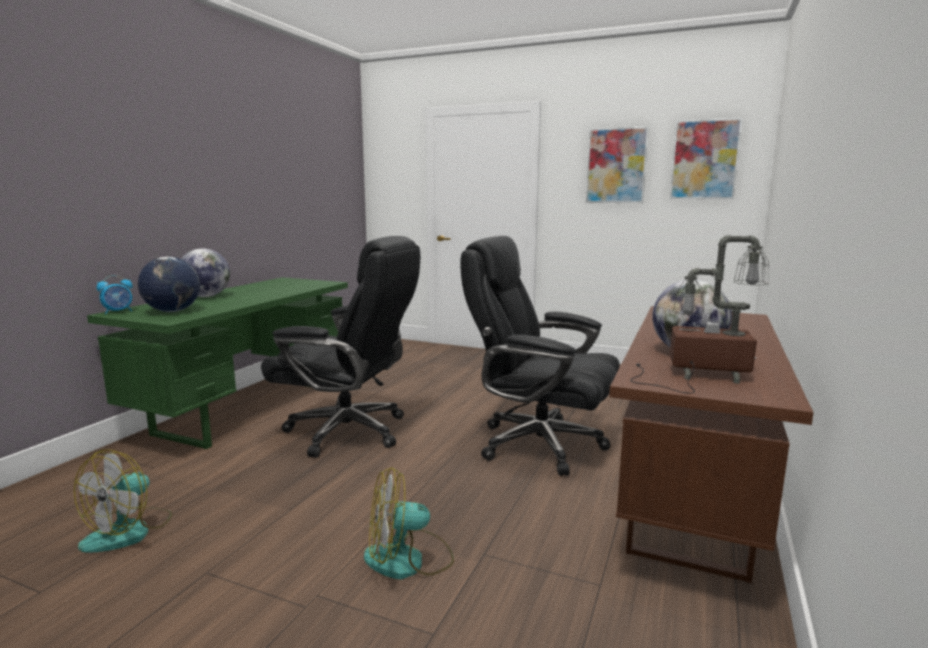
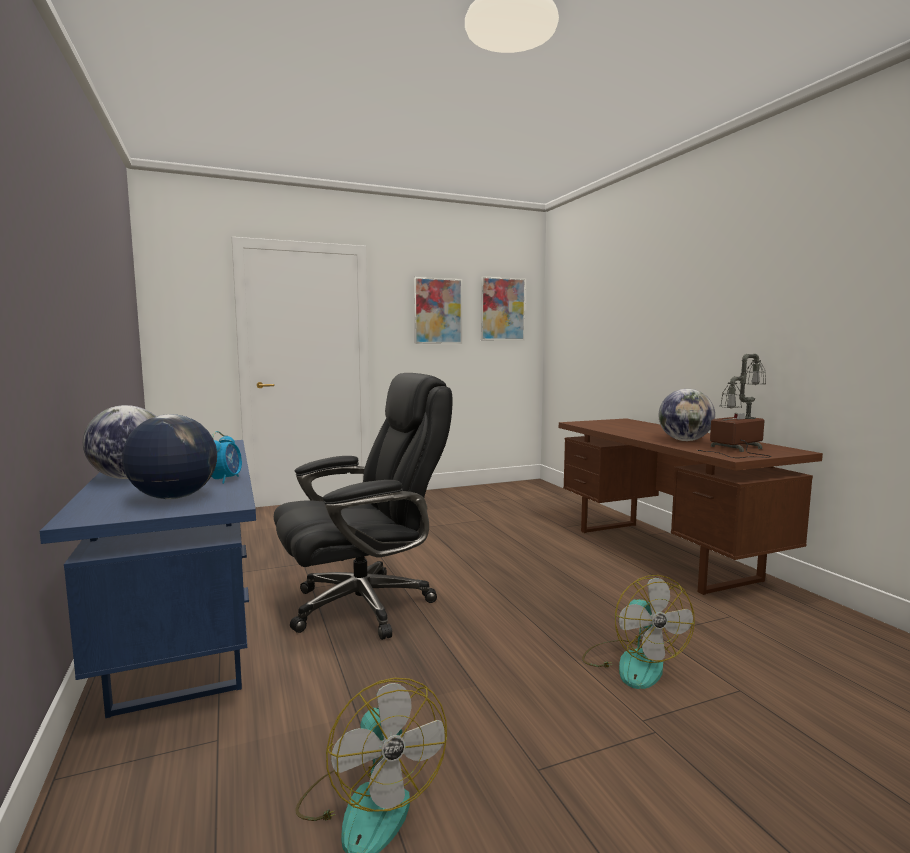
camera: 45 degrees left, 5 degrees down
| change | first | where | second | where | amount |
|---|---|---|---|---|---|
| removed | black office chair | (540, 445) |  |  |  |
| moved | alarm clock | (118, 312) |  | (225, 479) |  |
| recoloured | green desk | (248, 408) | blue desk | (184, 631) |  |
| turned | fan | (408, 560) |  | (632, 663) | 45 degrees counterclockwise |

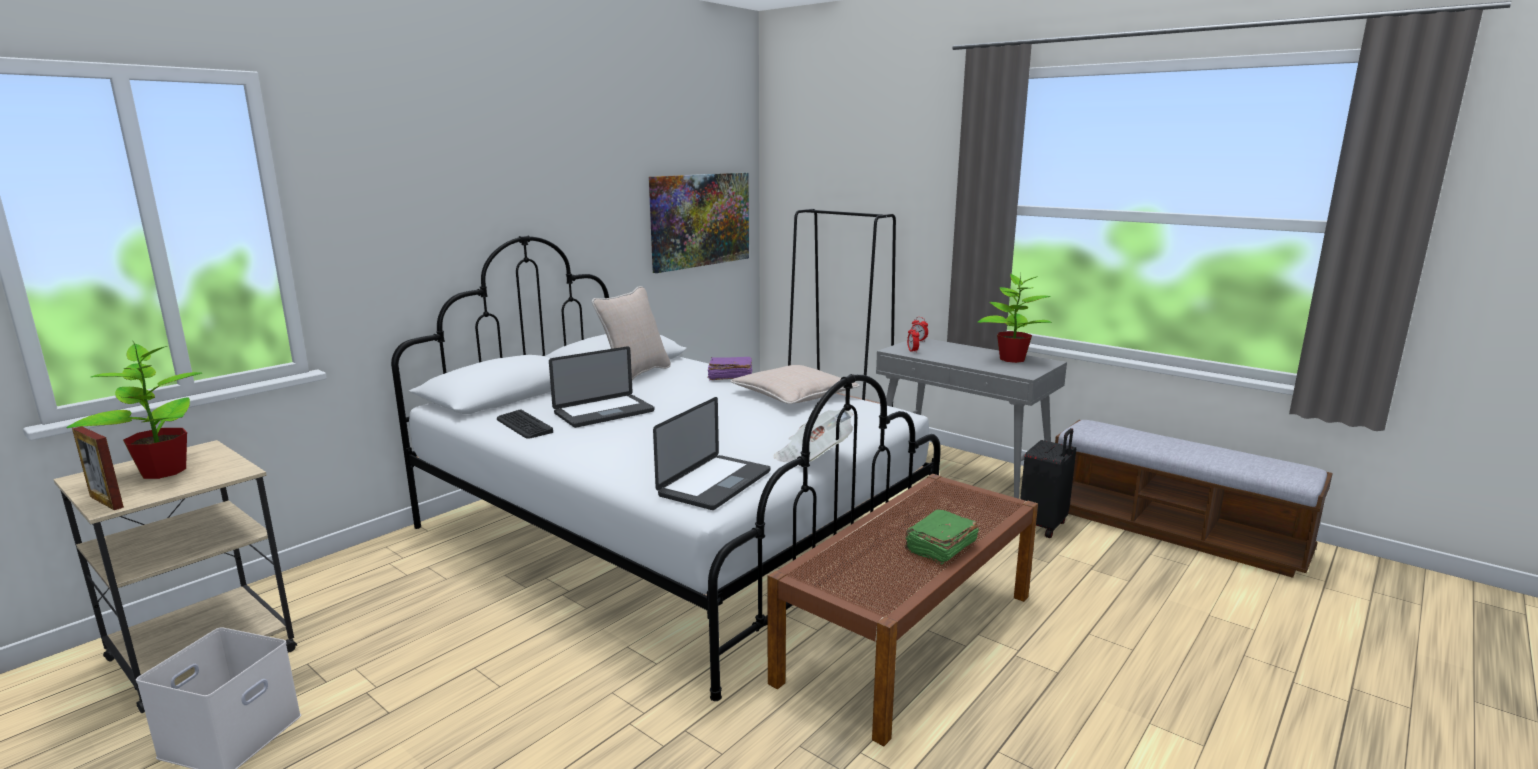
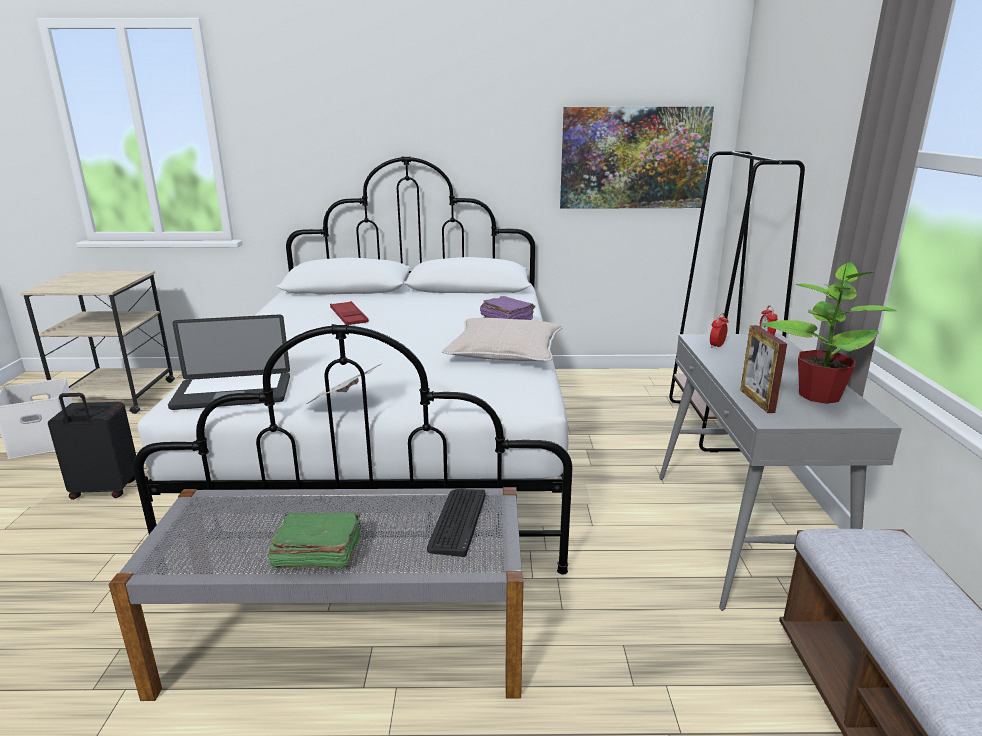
camera: 50 degrees right, 5 degrees up
| change | first | where | second | where | amount |
|---|---|---|---|---|---|
| removed | potted plant | (162, 471) |  |  |  |
| removed | beige pillow | (635, 375) |  |  |  |
| moved | picture frame | (106, 502) |  | (757, 401) |  |
| moved | keyboard | (523, 425) |  | (457, 521) |  |
| moved | black suitcase | (1044, 526) |  | (104, 490) |  |
| replaced | laptop | (604, 412) | red tray | (349, 317) |  |
| recoloured | brown bench | (908, 636) | grey bench | (347, 637) |  |

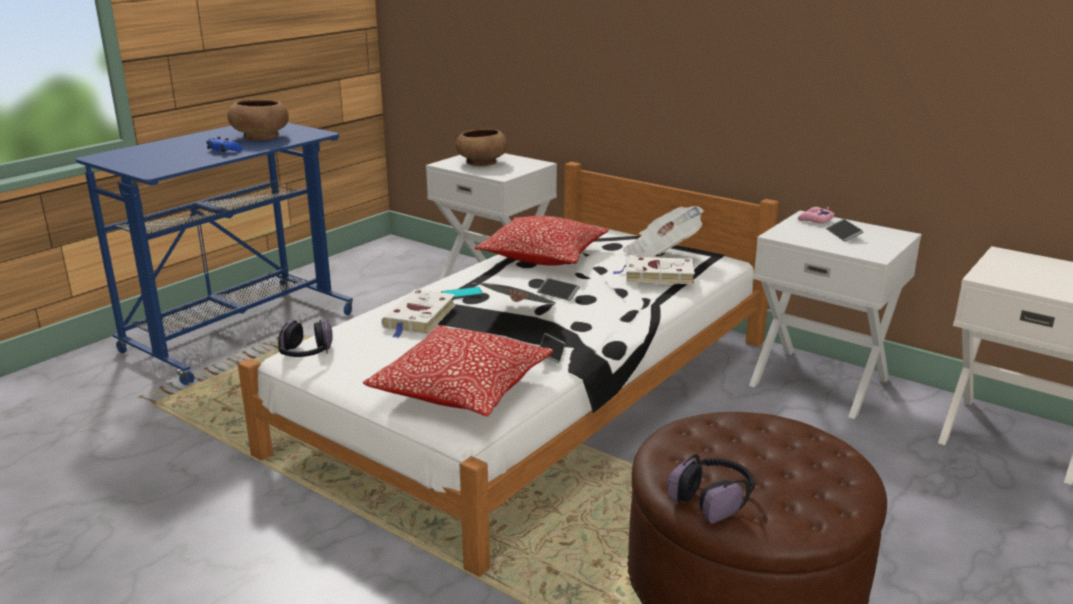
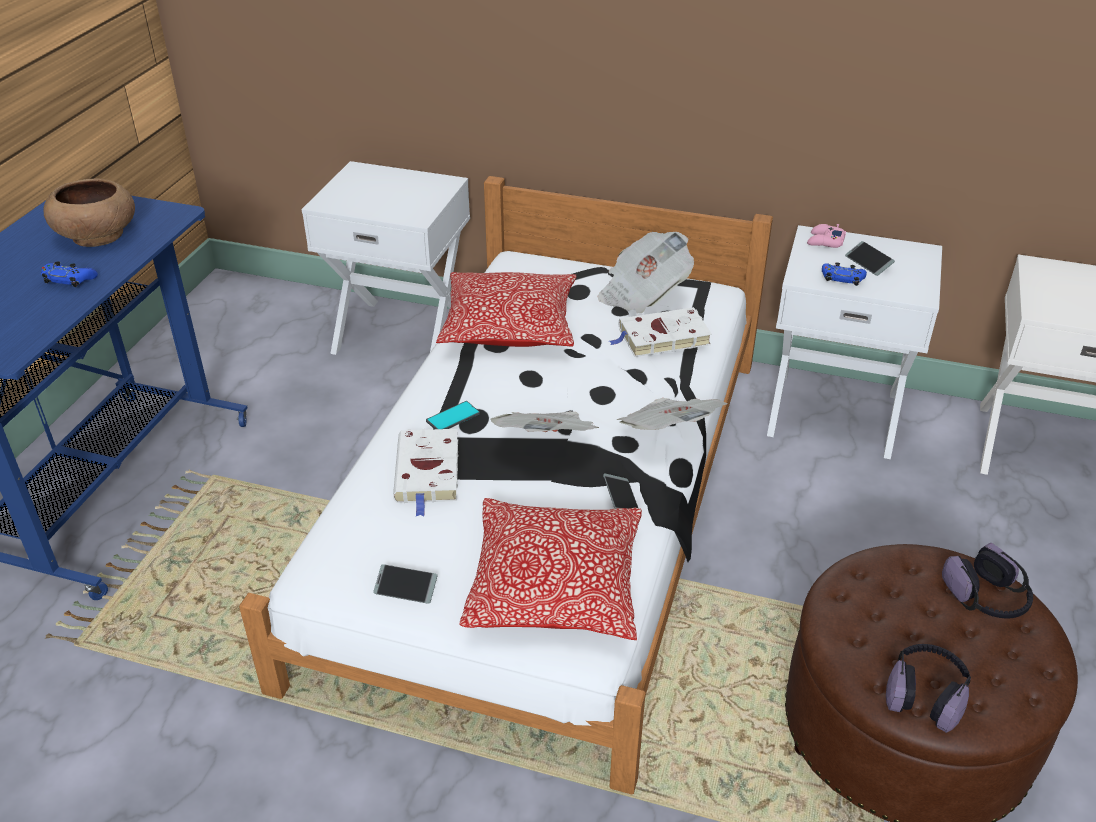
camera: 20 degrees left, 15 degrees up
| change | first | where | second | where | amount |
|---|---|---|---|---|---|
| removed | brown bowl | (481, 163) |  |  |  |
| added |  |  | newspaper | (668, 434) |  |
| added |  |  | blue game controller | (842, 279) |  |
| moved | headphones | (305, 354) |  | (986, 598) |  |
| moved | phone | (558, 293) |  | (406, 588) |  |

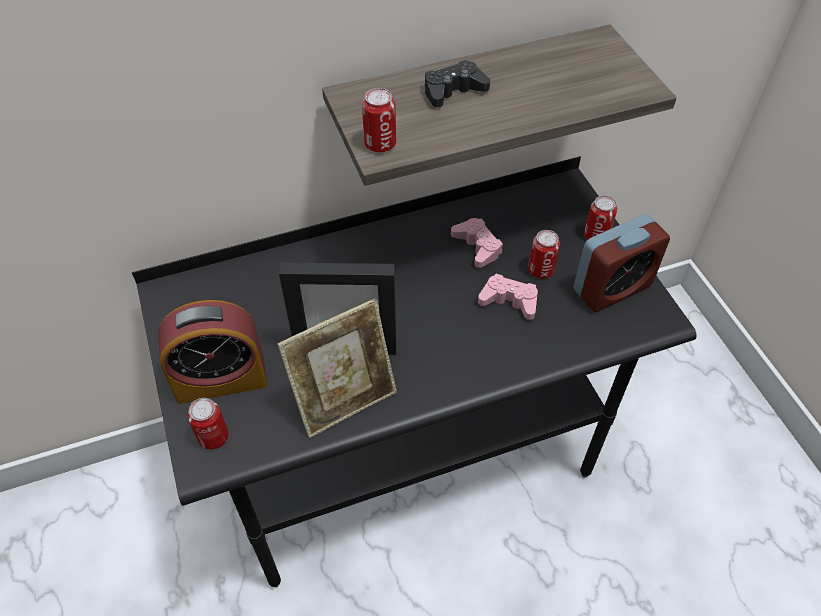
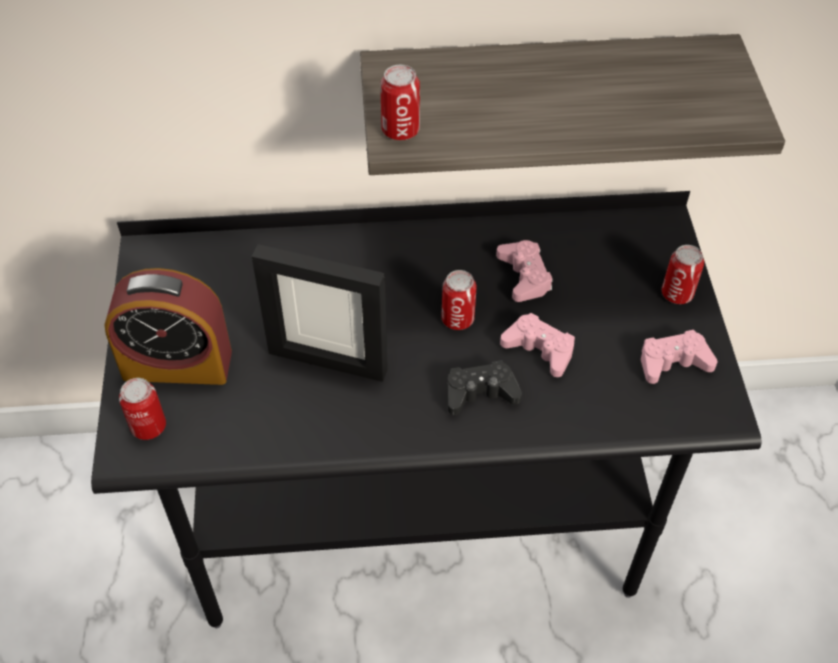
camera: 15 degrees right, 0 degrees up
| change | first | where | second | where | amount |
|---|---|---|---|---|---|
| removed | picture frame | (345, 400) |  |  |  |
| moved | black game controller | (453, 91) |  | (480, 393) |  |
| moved | can | (540, 270) |  | (457, 319) |  |
| replaced | alarm clock | (612, 288) | pink game controller | (673, 362) |  |

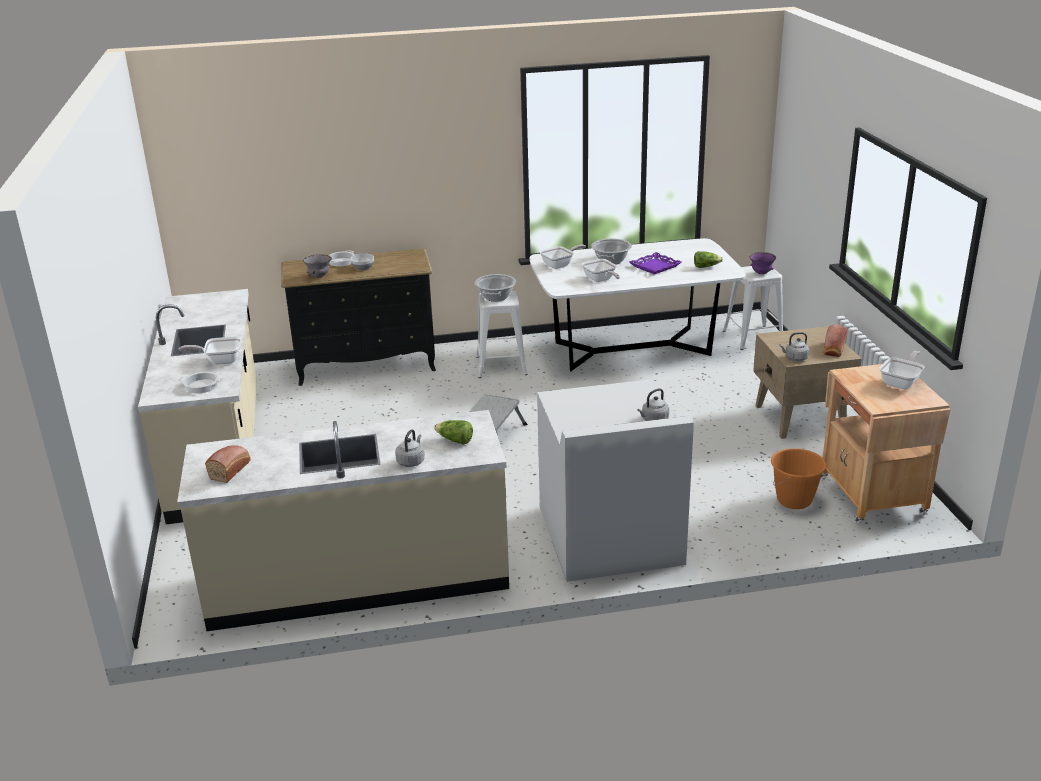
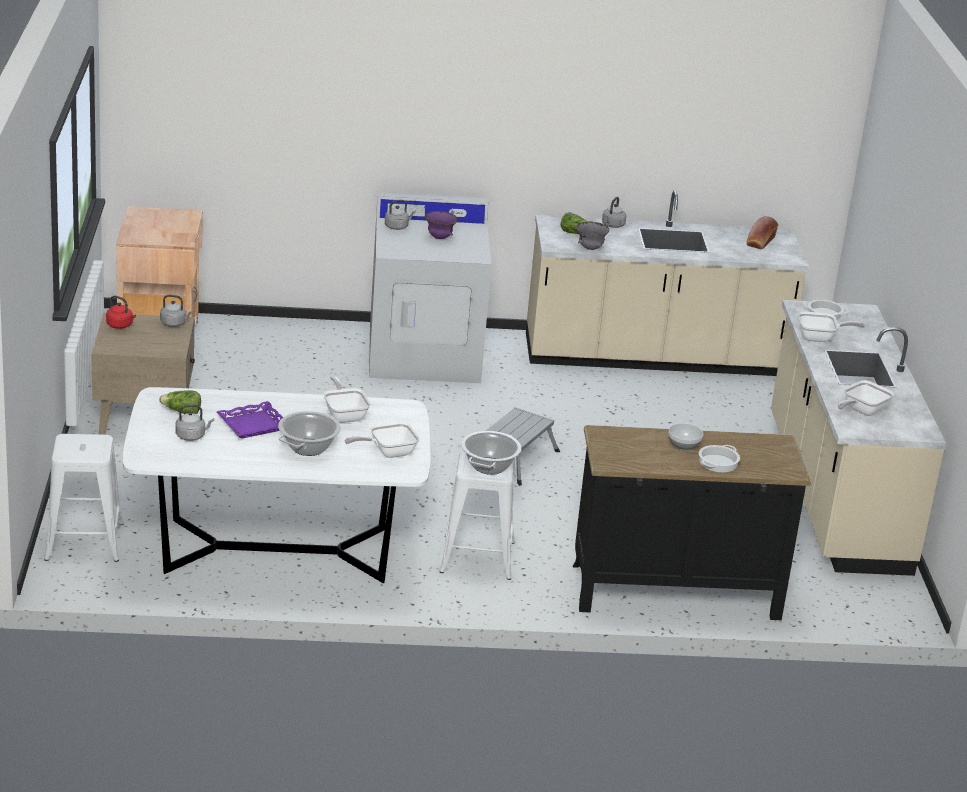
camera: 175 degrees left, 0 degrees up
| change | first | where | second | where | amount |
|---|---|---|---|---|---|
| removed | orange bucket | (794, 500) |  |  |  |
| added |  |  | grey kettle | (192, 436) |  |
| moved | grey bowl | (319, 276) |  | (590, 248) |  |
| moved | purple bowl | (761, 273) |  | (439, 238) |  |
| moved | frying pan | (901, 382) |  | (862, 411) |  |
| replaced | bread | (833, 349) | red kettle | (120, 325) |  |

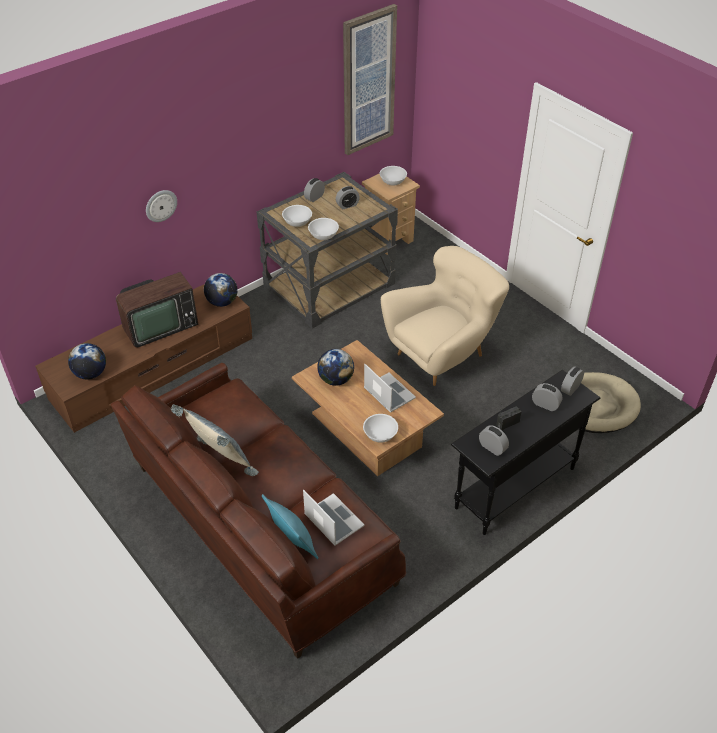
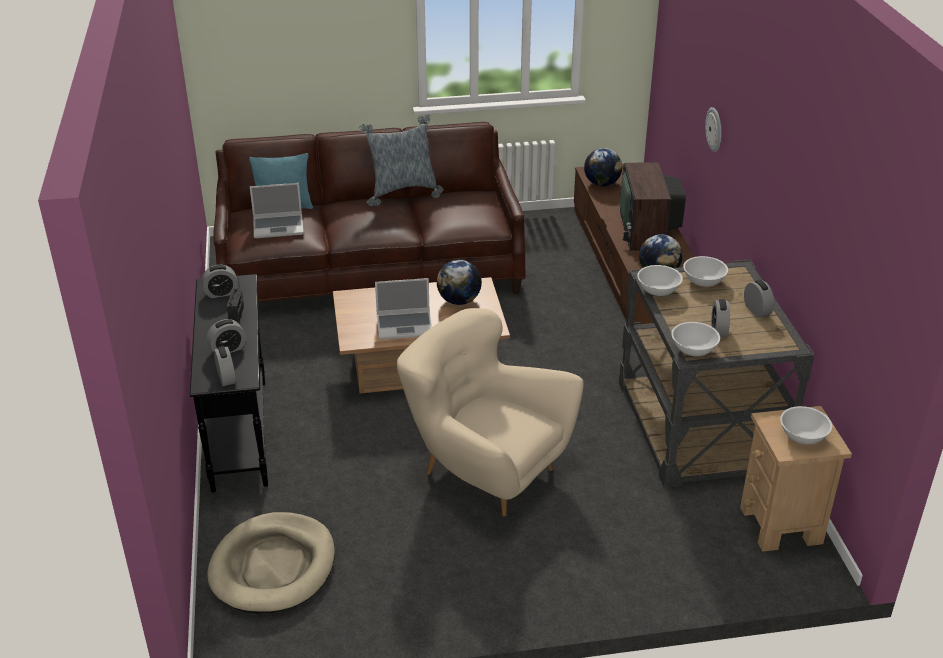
camera: 120 degrees right, 10 degrees down
| change | first | where | second | where | amount |
|---|---|---|---|---|---|
| removed | picture | (368, 81) |  |  |  |
| moved | white bowl | (380, 435) |  | (694, 349) |  |
| turned | beige armchair | (442, 354) |  | (486, 470) | 135 degrees clockwise |

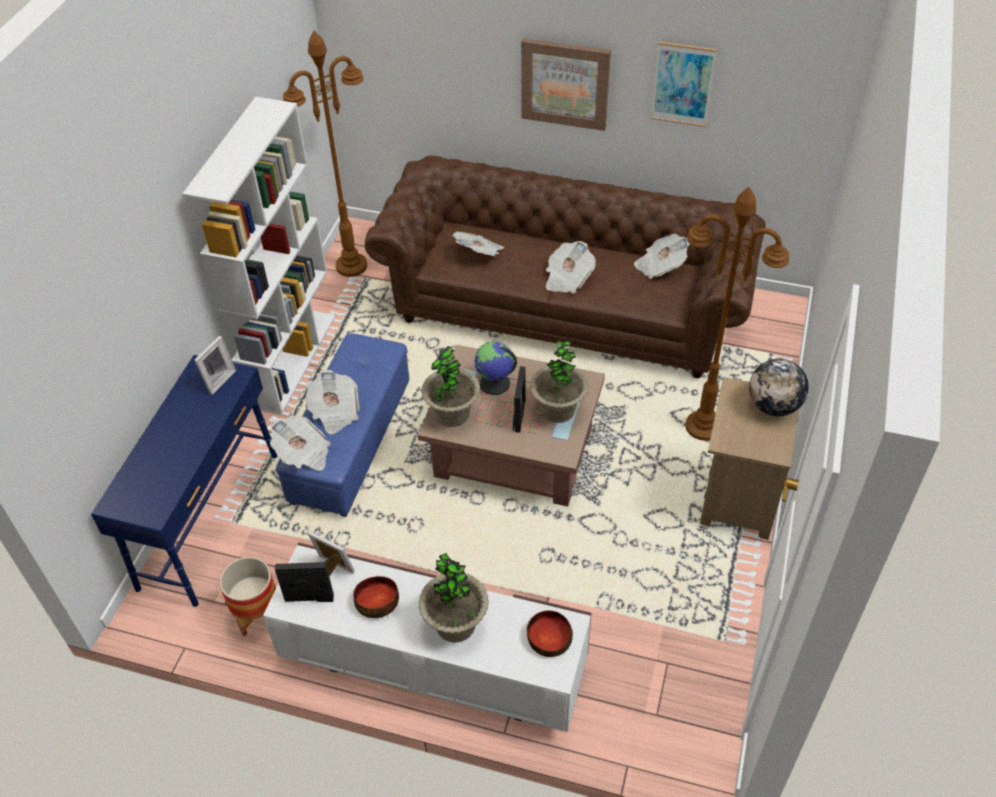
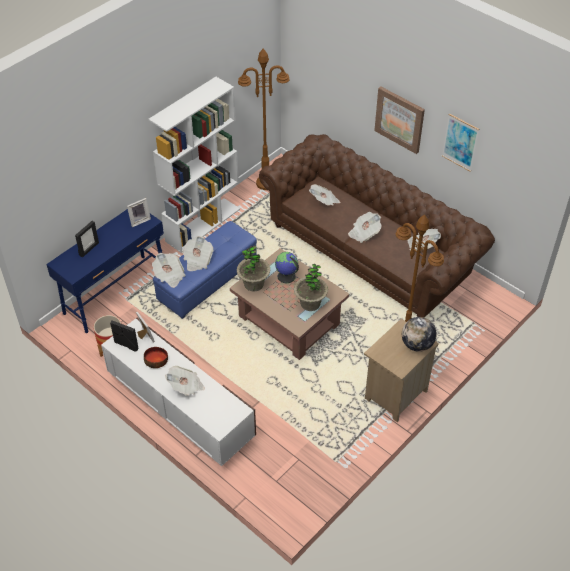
camera: 25 degrees right, 0 degrees up
| change | first | where | second | where | amount |
|---|---|---|---|---|---|
| removed | bowl | (549, 638) |  |  |  |
| moved | picture frame | (519, 416) |  | (89, 249) |  |
| replaced | potted plant | (455, 624) | newspaper | (186, 386) |  |

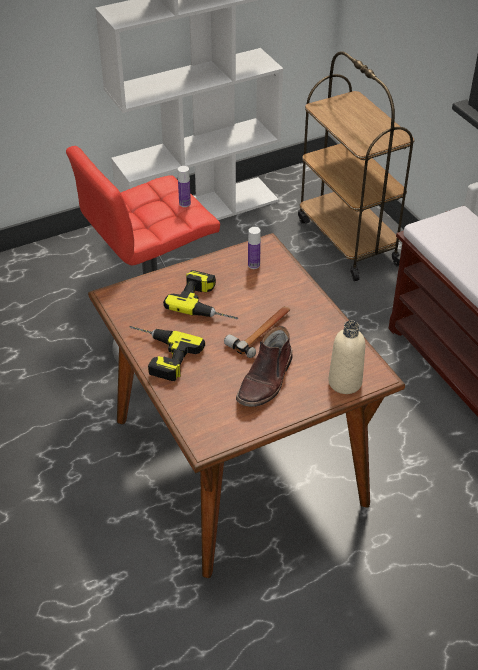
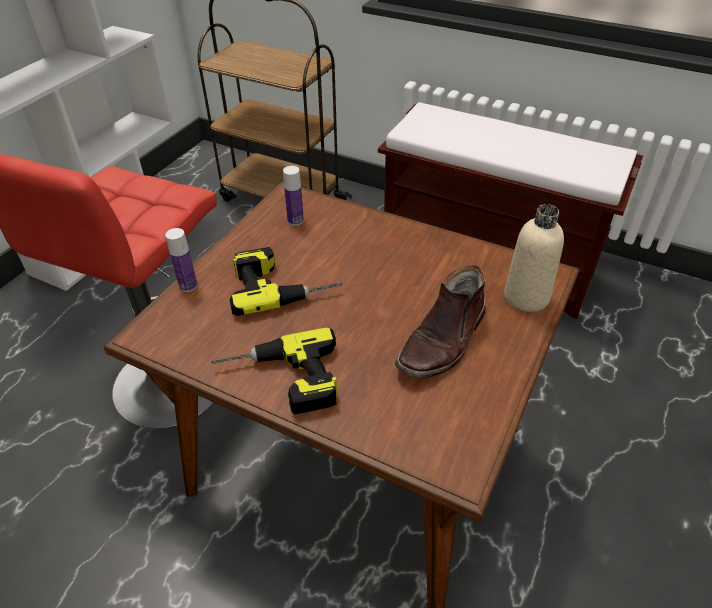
camera: 35 degrees left, 0 degrees up
| change | first | where | second | where | amount |
|---|---|---|---|---|---|
| removed | hammer | (261, 331) |  |  |  |
| moved | bottle | (184, 203) |  | (188, 286) |  |
| turned | brown boot | (266, 380) |  | (444, 341) | 45 degrees clockwise |

